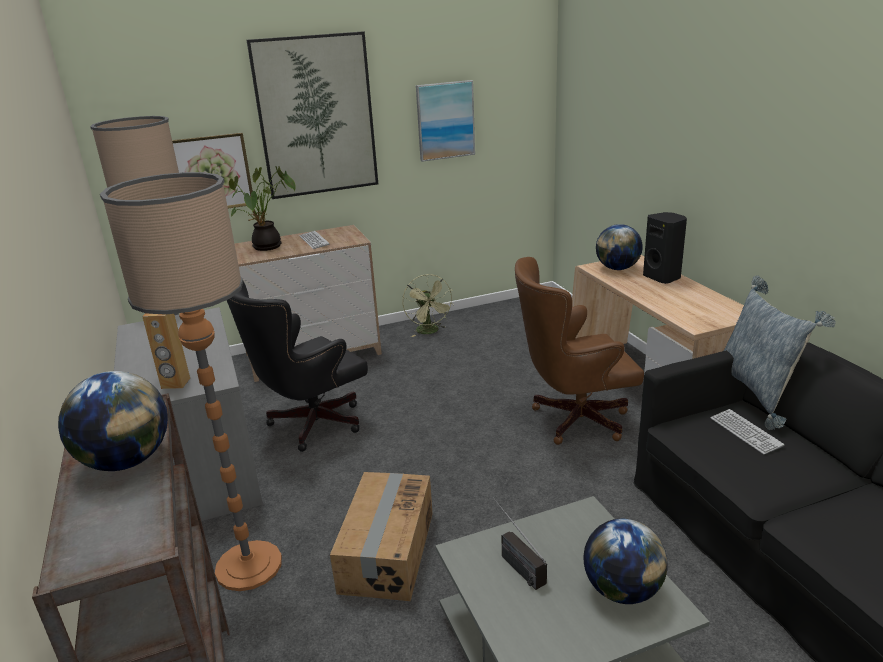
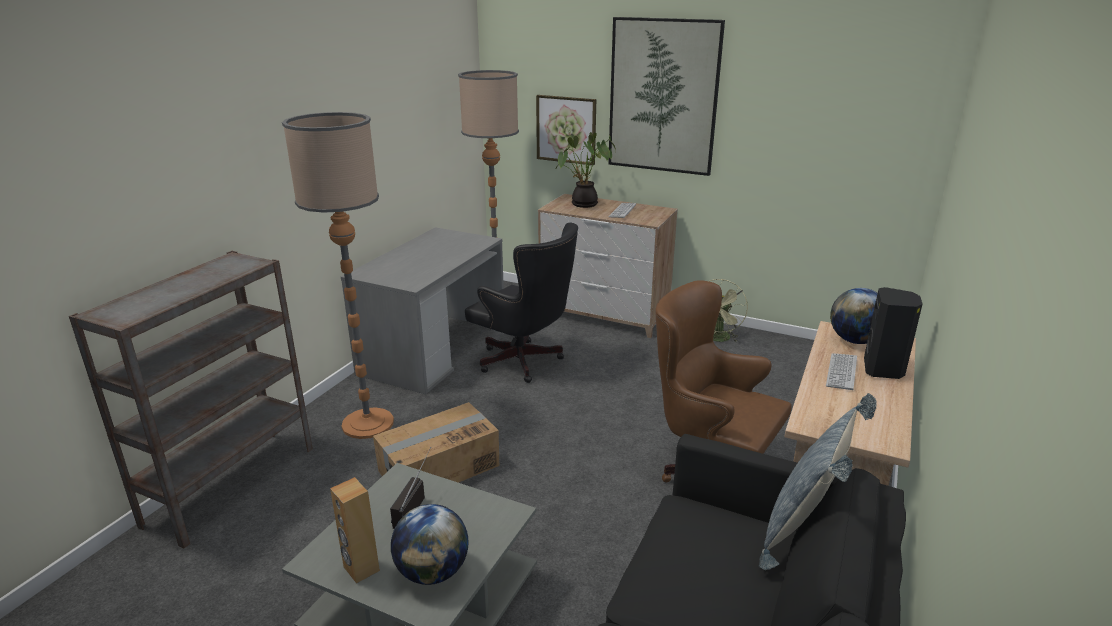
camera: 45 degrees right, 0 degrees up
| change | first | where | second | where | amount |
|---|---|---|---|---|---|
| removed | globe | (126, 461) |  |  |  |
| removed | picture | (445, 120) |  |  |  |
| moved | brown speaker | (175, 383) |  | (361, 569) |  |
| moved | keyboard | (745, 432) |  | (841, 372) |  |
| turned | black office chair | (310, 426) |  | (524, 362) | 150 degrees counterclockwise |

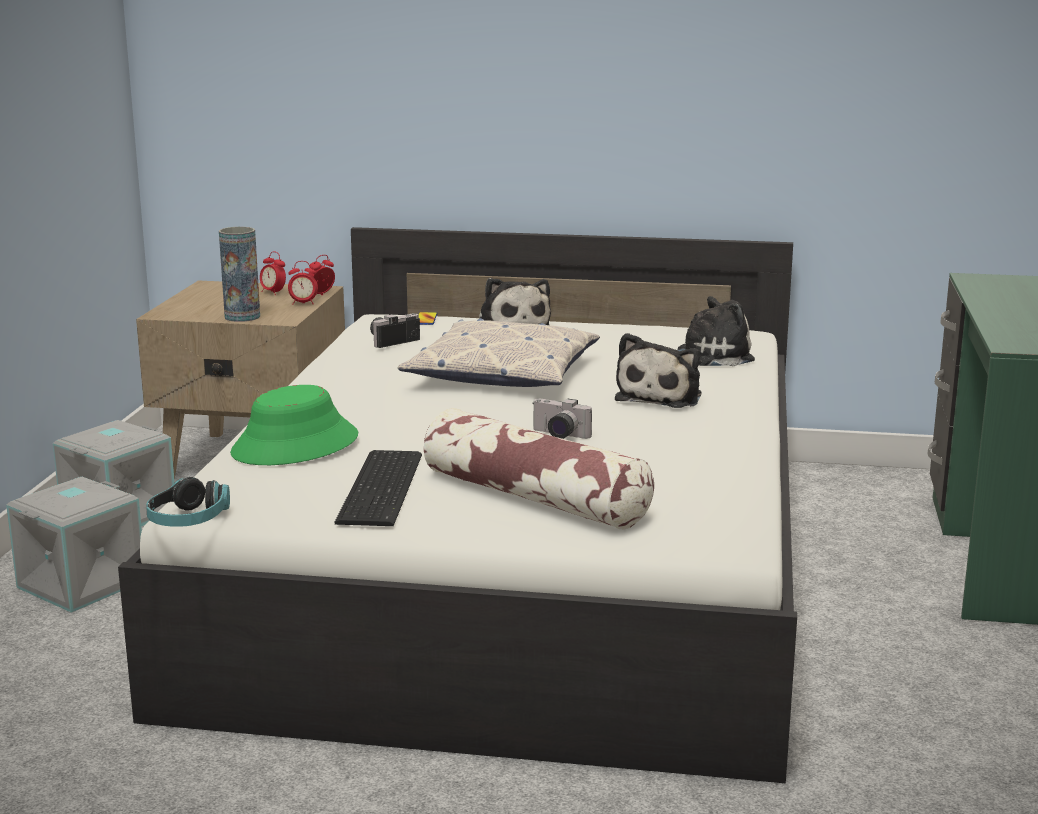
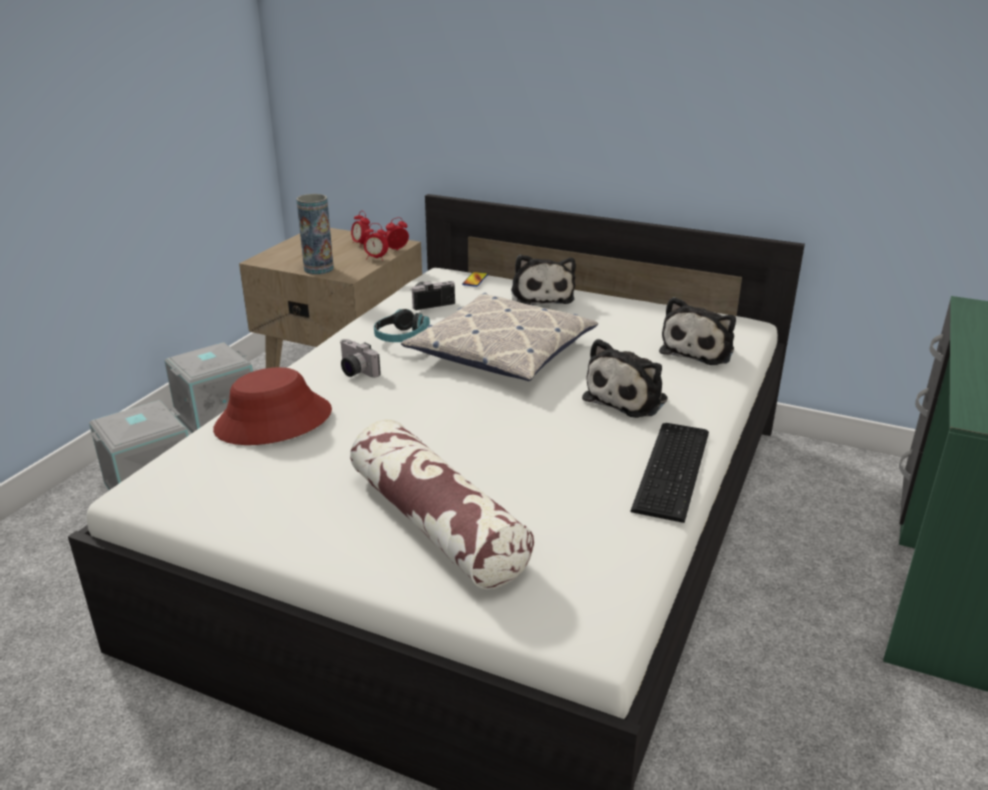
camera: 15 degrees right, 10 degrees up
| change | first | where | second | where | amount |
|---|---|---|---|---|---|
| moved | headphones | (188, 520) |  | (401, 337) |  |
| moved | keyboard | (384, 487) |  | (675, 469) |  |
| moved | photo camera | (558, 435) |  | (354, 371) |  |
| recoloured | green hat | (295, 445) | red hat | (273, 421) |  |
| turned | plush toy | (709, 356) |  | (699, 350) | 120 degrees clockwise |

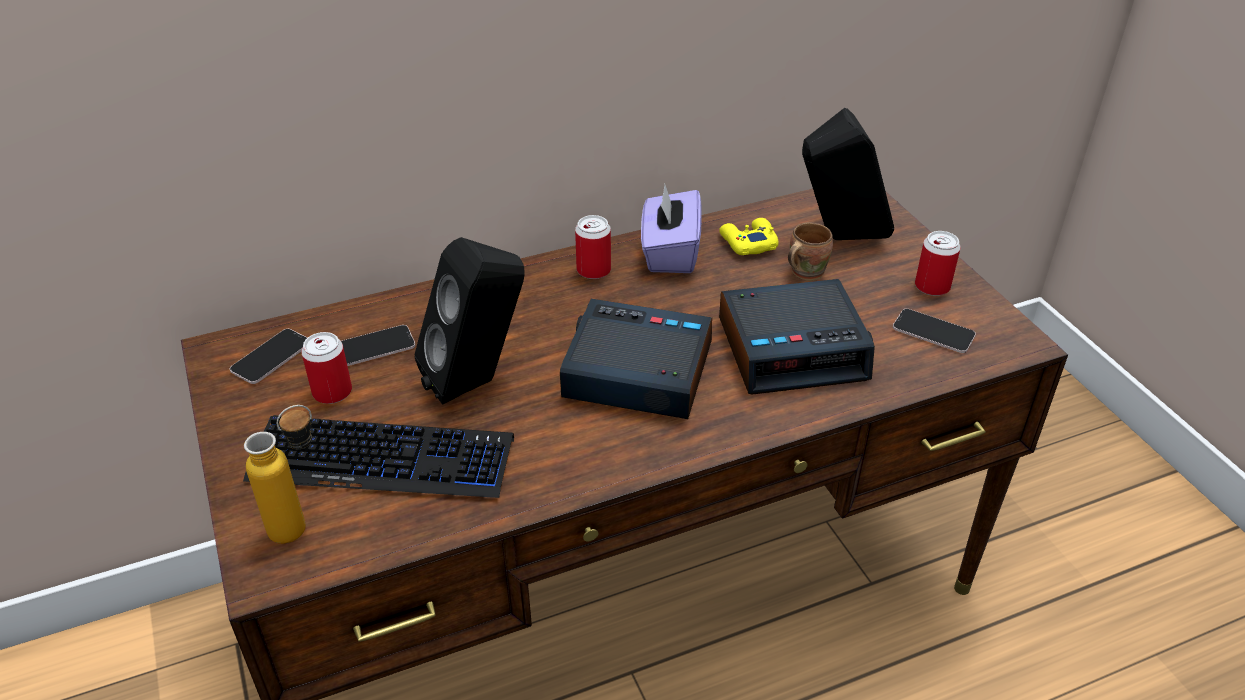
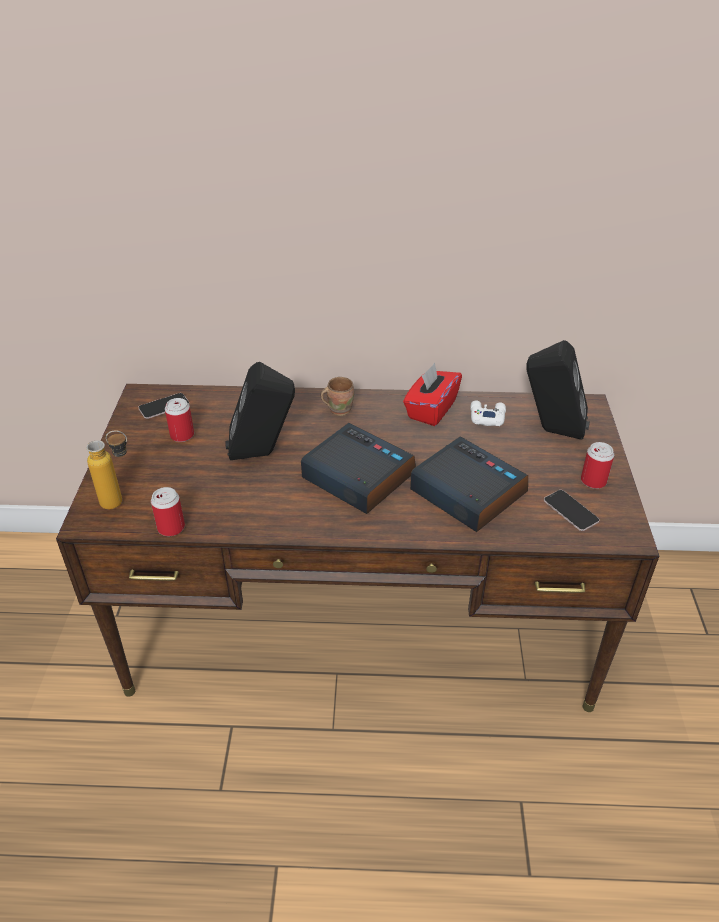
camera: 25 degrees right, 0 degrees up
| change | first | where | second | where | amount |
|---|---|---|---|---|---|
| removed | keyboard | (382, 459) |  |  |  |
| removed | phone | (374, 347) |  |  |  |
| moved | can | (593, 270) |  | (171, 527) |  |
| moved | brown mug | (804, 272) |  | (338, 409) |  |
| recoloured | purple tissue box | (670, 253) | red tissue box | (431, 410) |  |
| recoloured | yellow game controller | (748, 242) | white game controller | (486, 417) |  |
| turned | alarm clock | (793, 348) |  | (466, 492) | 150 degrees counterclockwise |

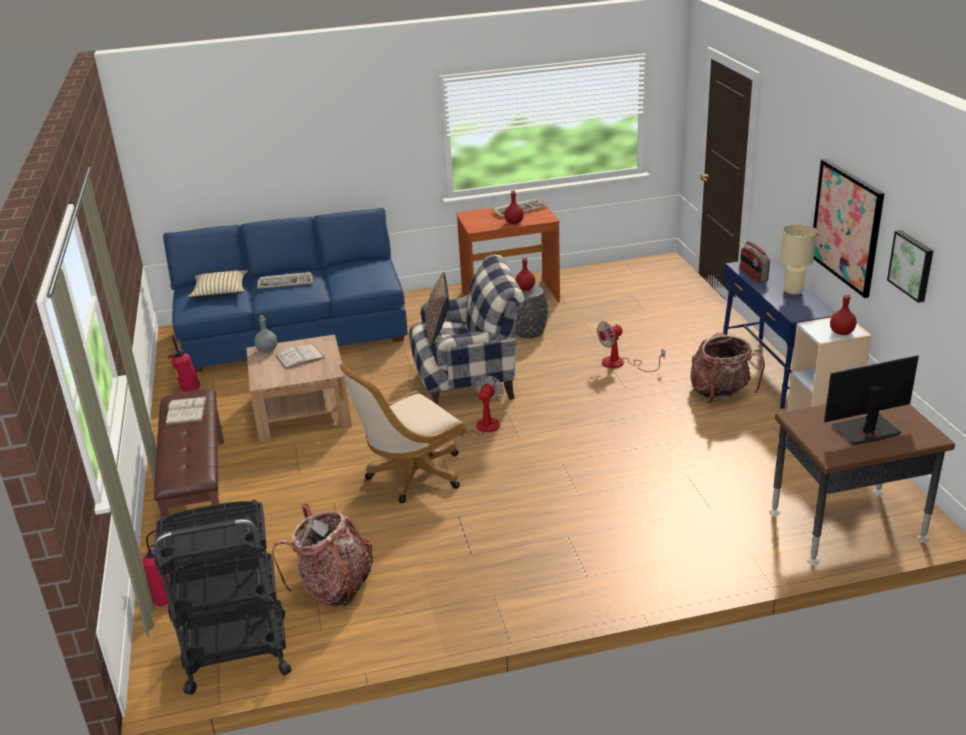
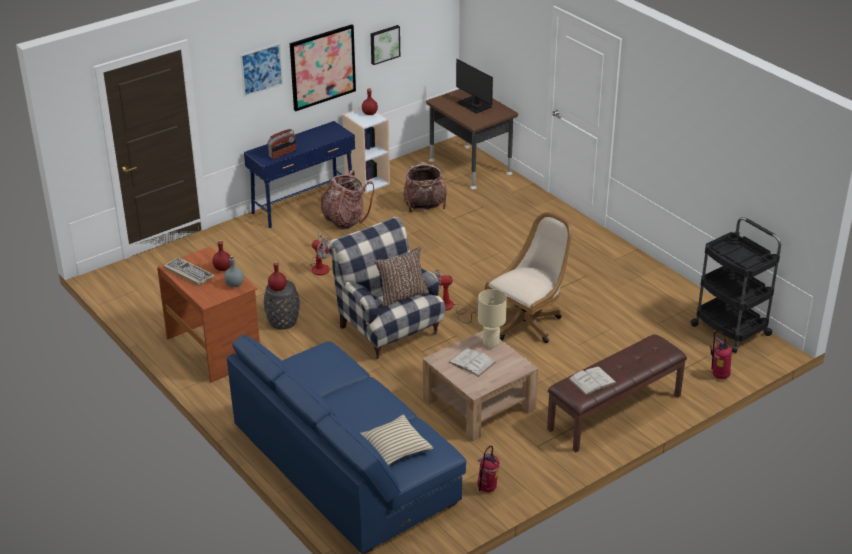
camera: 115 degrees left, 5 degrees up
| change | first | where | second | where | amount |
|---|---|---|---|---|---|
| removed | keyboard | (286, 282) |  |  |  |
| added |  |  | picture | (261, 69) |  |
| moved | grey bottle | (267, 350) |  | (234, 284) |  |
| moved | backpack | (334, 587) |  | (424, 206) |  |
| moved | beige table lamp | (793, 292) |  | (490, 344) |  |
| turned | office chair | (410, 476) |  | (528, 321) | 75 degrees counterclockwise |

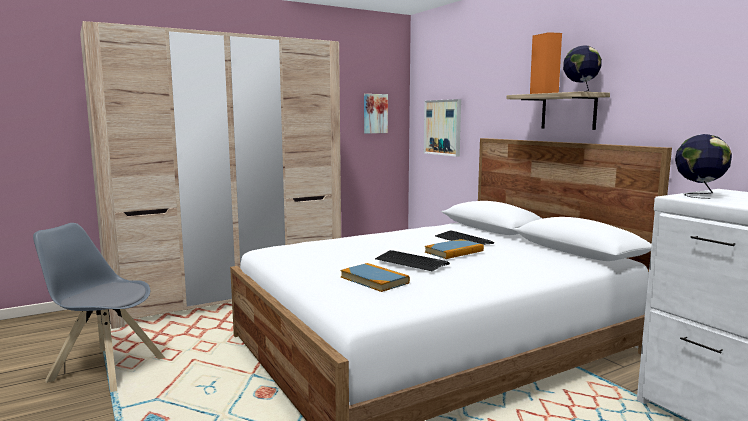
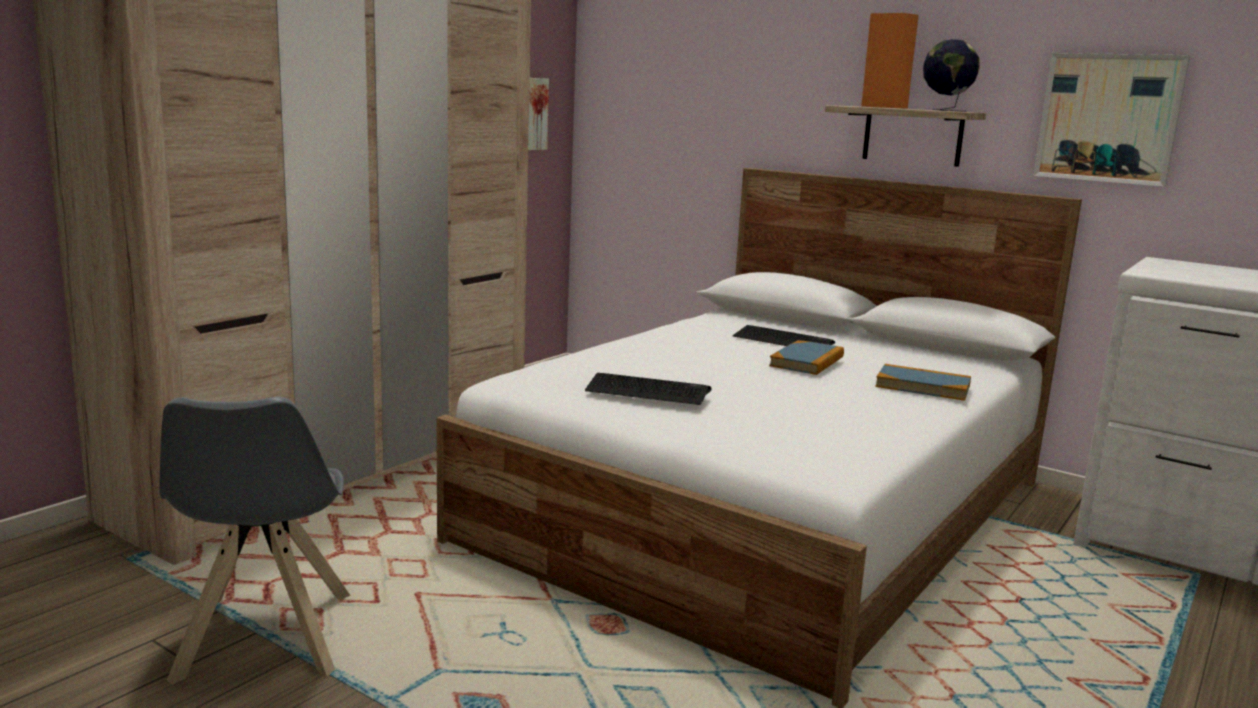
camera: 25 degrees left, 5 degrees up
| change | first | where | second | where | amount |
|---|---|---|---|---|---|
| removed | globe | (698, 195) |  |  |  |
| moved | book | (374, 280) |  | (922, 386) |  |
| moved | keyboard | (411, 262) |  | (647, 391) |  |
| moved | picture | (443, 127) |  | (1108, 118) |  |
| turned | grey chair | (105, 369) |  | (264, 639) | 90 degrees counterclockwise |

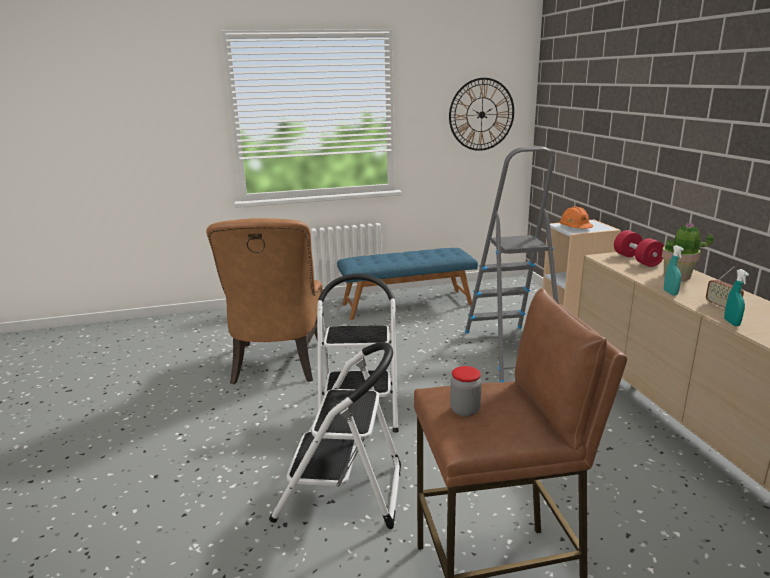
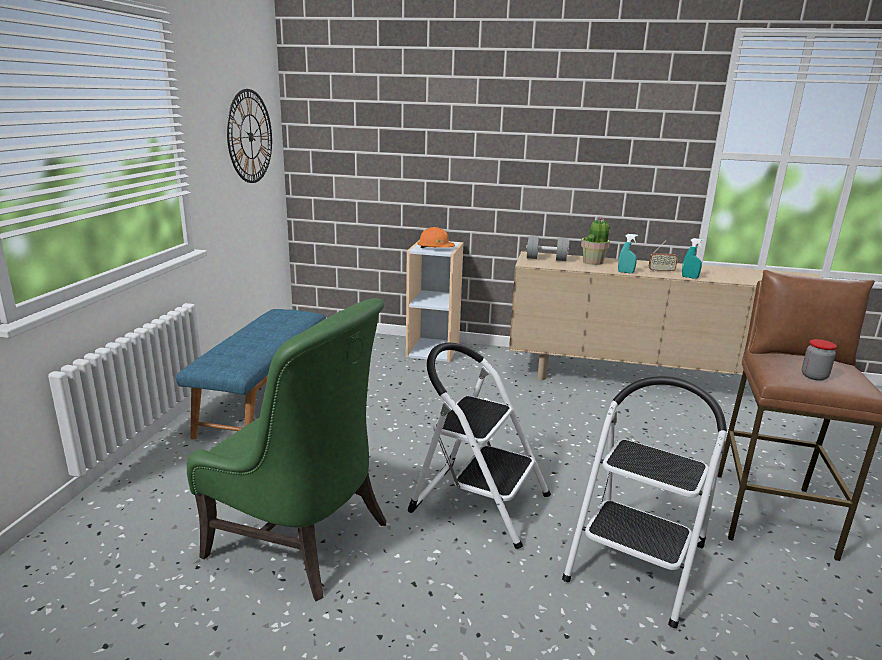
camera: 65 degrees left, 0 degrees up
| change | first | where | second | where | amount |
|---|---|---|---|---|---|
| removed | grey step ladder | (511, 353) |  |  |  |
| recoloured | brown chair | (277, 362) | green chair | (302, 538) |  |
| recoloured | red dumbbell | (637, 260) | grey dumbbell | (546, 259) |  |

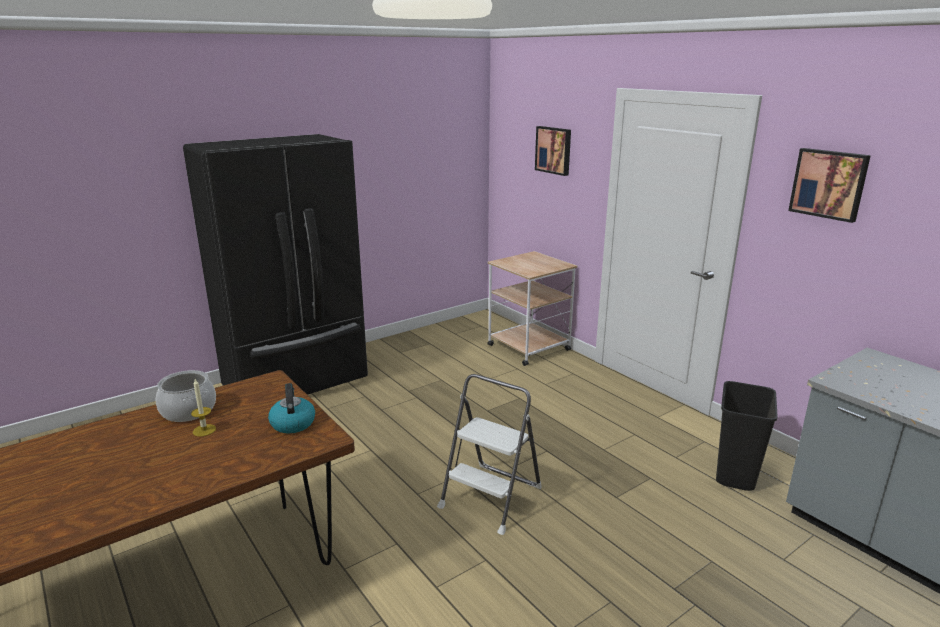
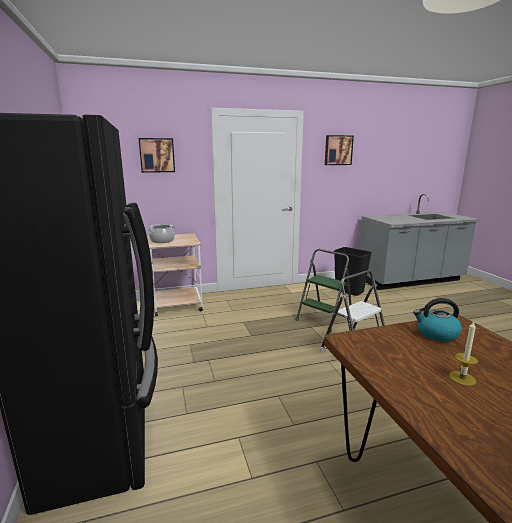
camera: 70 degrees left, 5 degrees down
| change | first | where | second | where | amount |
|---|---|---|---|---|---|
| added |  |  | green step ladder | (325, 318) |  |
| moved | cooking pot | (189, 410) |  | (162, 241) |  |

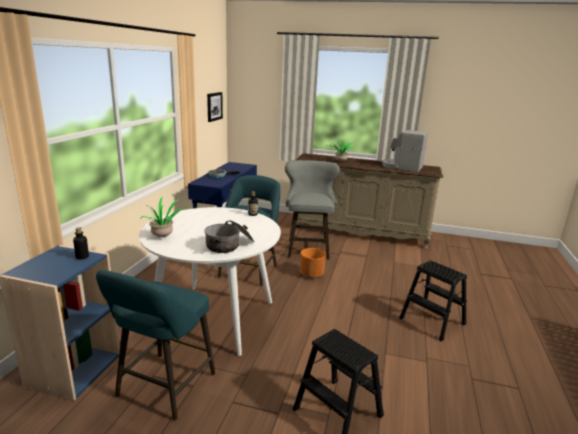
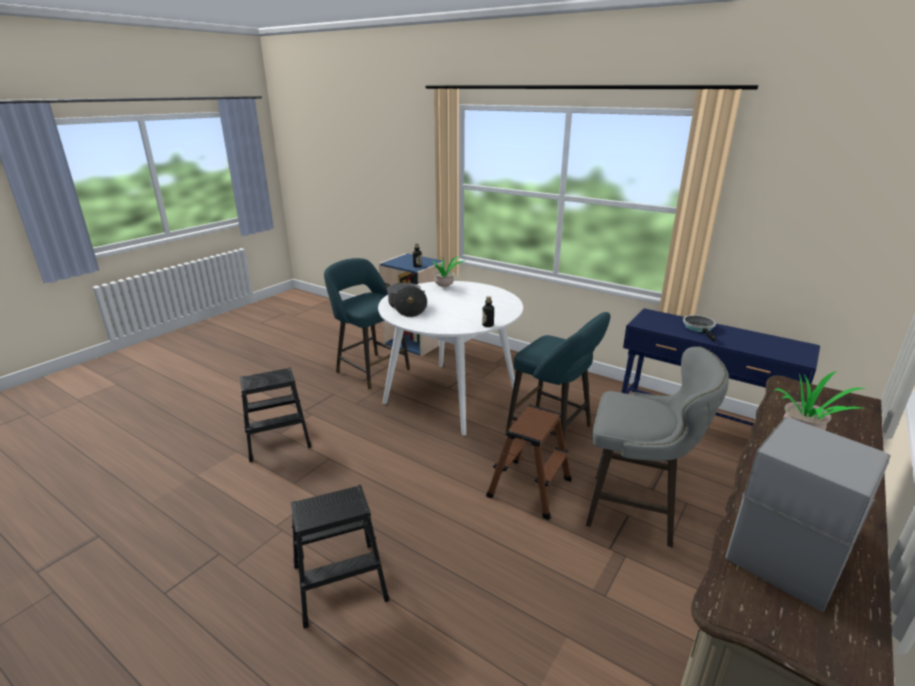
camera: 110 degrees right, 5 degrees up
| change | first | where | second | where | amount |
|---|---|---|---|---|---|
| removed | picture | (214, 106) |  |  |  |
| replaced | orange planter | (311, 274) | brown step ladder | (529, 487) |  |

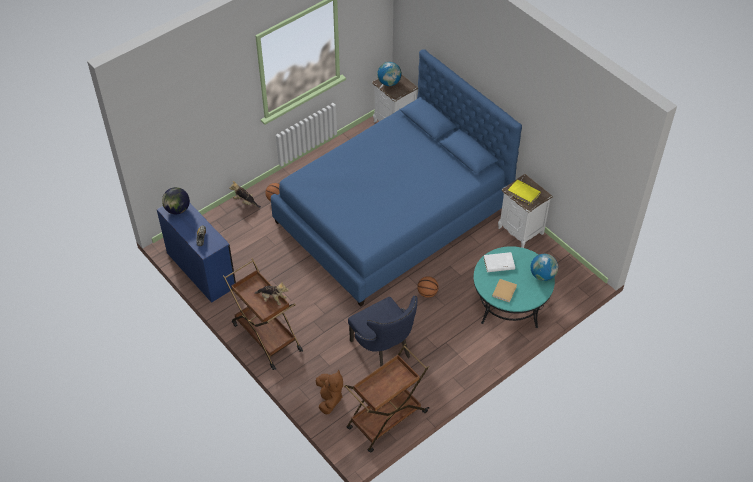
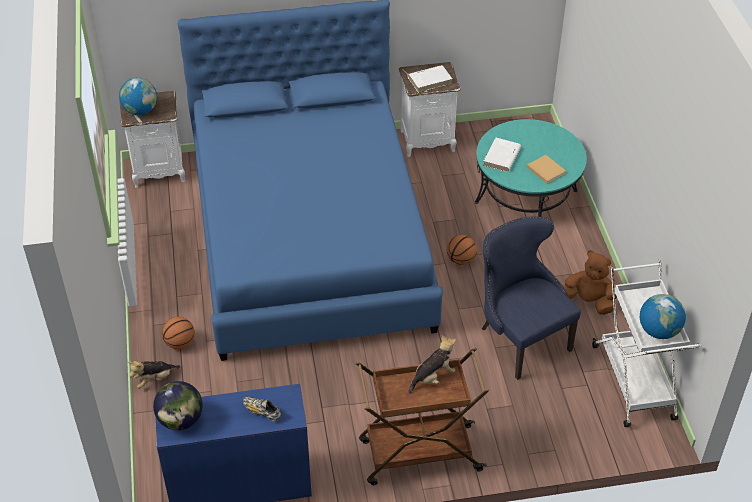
camera: 60 degrees left, 5 degrees down
| change | first | where | second | where | amount |
|---|---|---|---|---|---|
| moved | brown plush toy | (329, 399) |  | (588, 301) |  |
| moved | globe | (542, 275) |  | (658, 331) |  |
| recoloured | brown cart | (386, 420) | white cart | (633, 383) |  |
| recoloured | yellow book | (524, 193) | white book | (430, 80) |  |
| turned | blue chair | (383, 349) |  | (520, 338) | 120 degrees counterclockwise |

